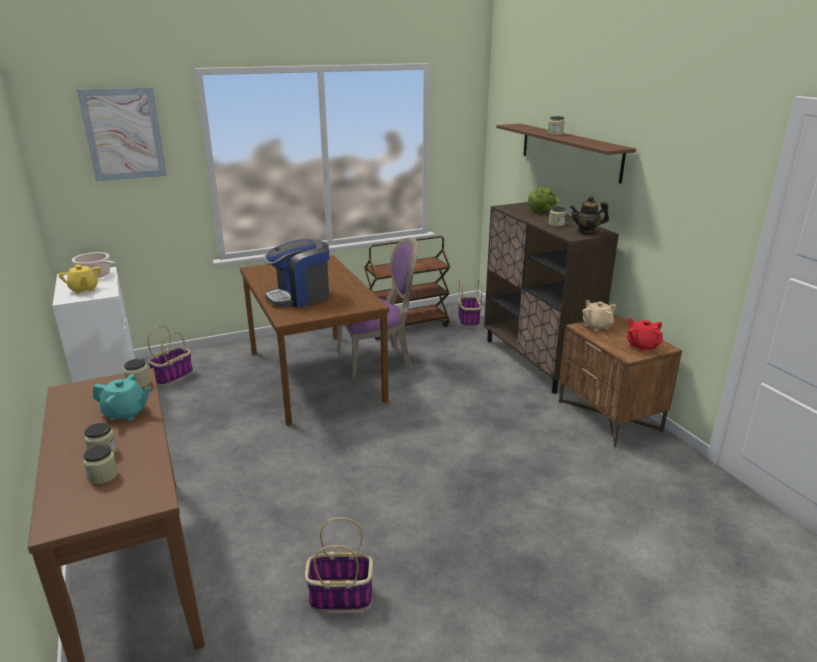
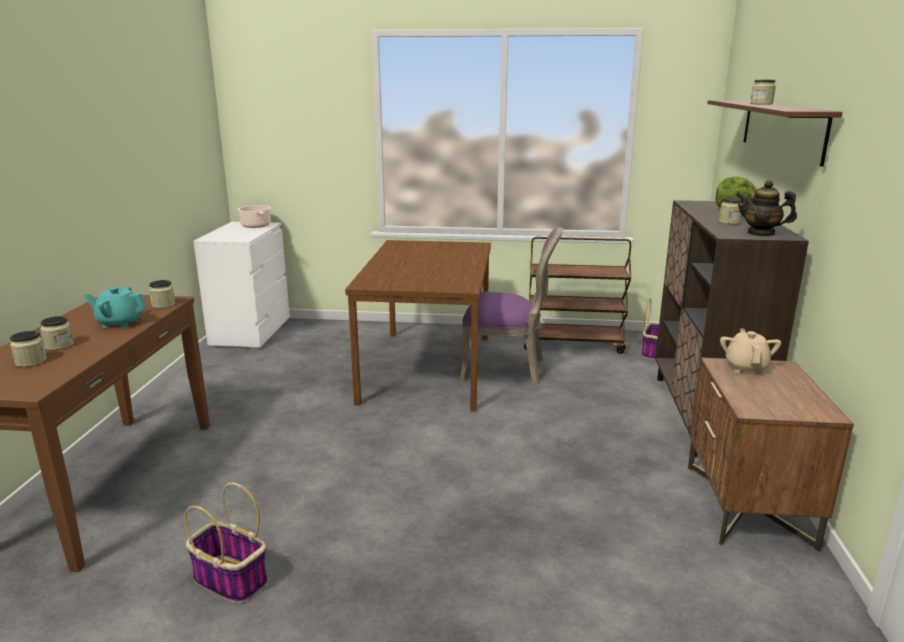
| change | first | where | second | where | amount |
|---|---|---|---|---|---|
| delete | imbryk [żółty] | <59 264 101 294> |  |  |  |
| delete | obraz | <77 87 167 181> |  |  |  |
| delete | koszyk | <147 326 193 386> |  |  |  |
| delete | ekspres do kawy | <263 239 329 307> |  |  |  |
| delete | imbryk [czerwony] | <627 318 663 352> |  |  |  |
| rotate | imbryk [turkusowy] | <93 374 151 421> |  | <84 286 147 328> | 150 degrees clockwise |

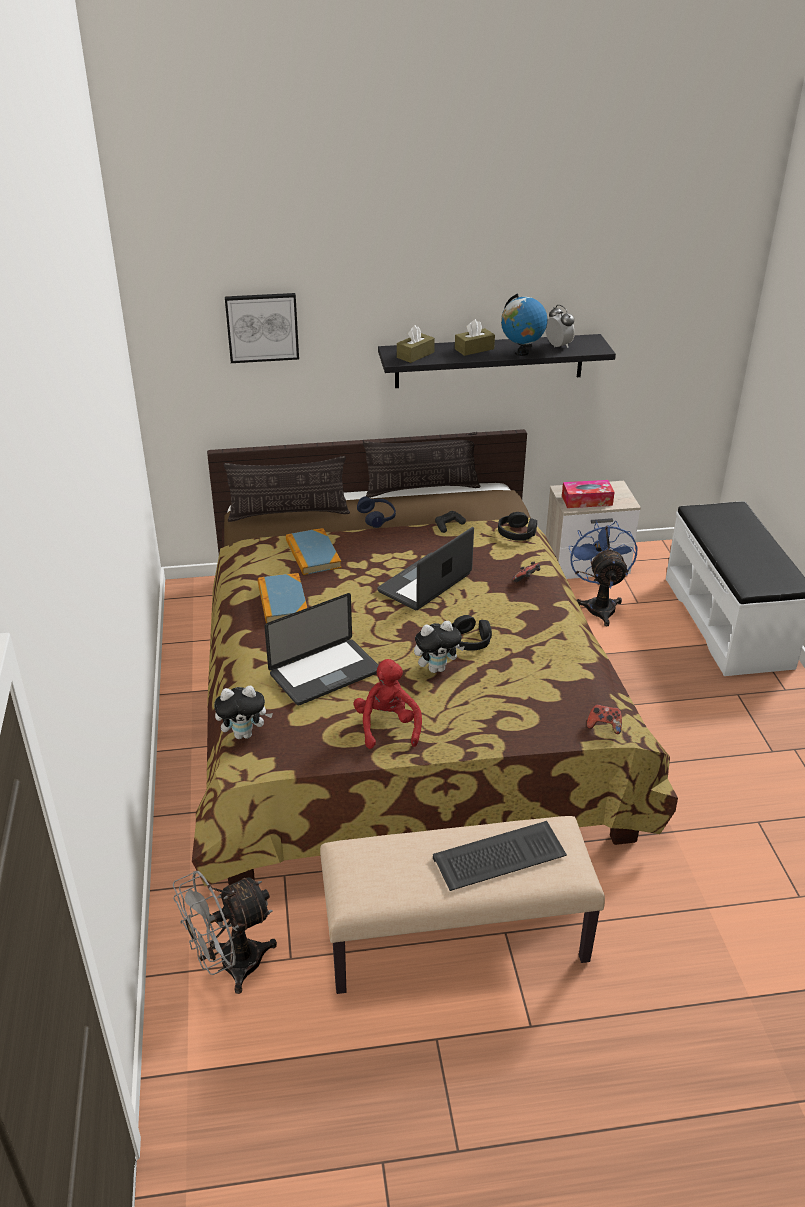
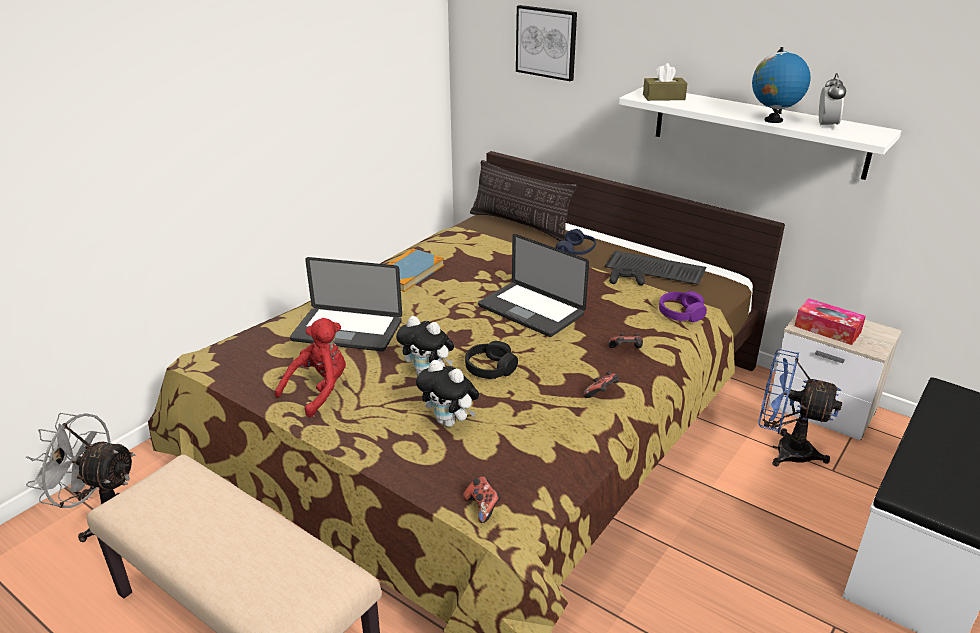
| change | first | where | second | where | amount |
|---|---|---|---|---|---|
| delete | książka | <286 528 342 575> |  |  |  |
| delete | poduszka | <363 432 480 498> |  |  |  |
| delete | pudełko chusteczek [brązowy] | <455 319 495 356> |  |  |  |
| insert |  |  | pad do gier | <583 371 619 398> |  |
| move | pluszak | <214 686 273 739> |  | <416 360 479 427> |  |
| move | klawiatura | <433 821 567 891> |  | <605 251 706 285> |  |
| recolor | półka [czarny] | <378 334 616 388> | półka [biały] | <619 87 901 180> |  |
| recolor | słuchawki [czarny] | <498 512 537 541> | słuchawki [fioletowy] | <659 291 707 322> |  |
| rotate | laptop | <377 527 474 610> |  | <478 234 589 337> | 135 degrees counterclockwise |
| rotate | wentylator [niebieski] | <569 521 637 626> |  | <758 349 842 466> | 105 degrees counterclockwise |

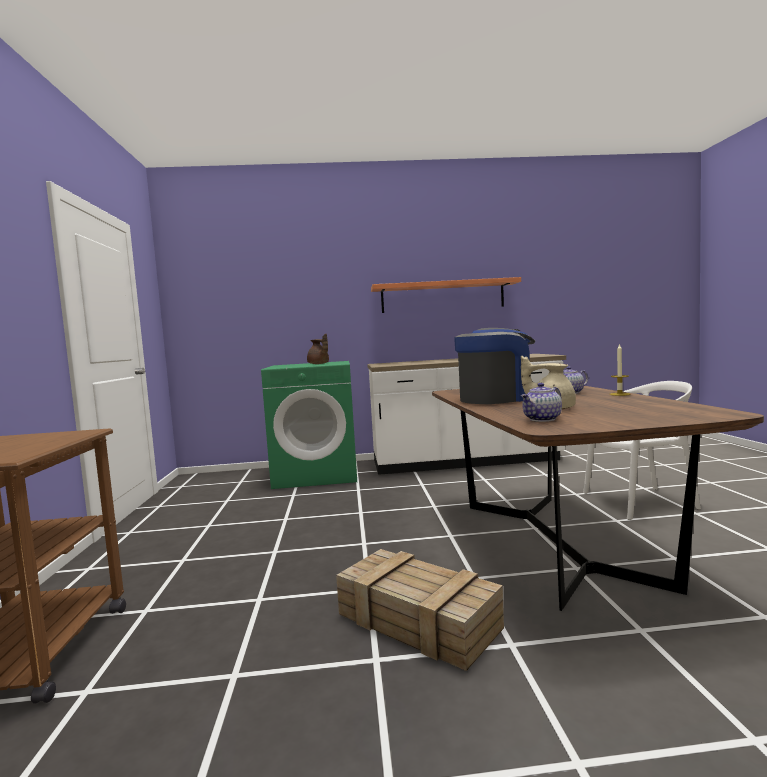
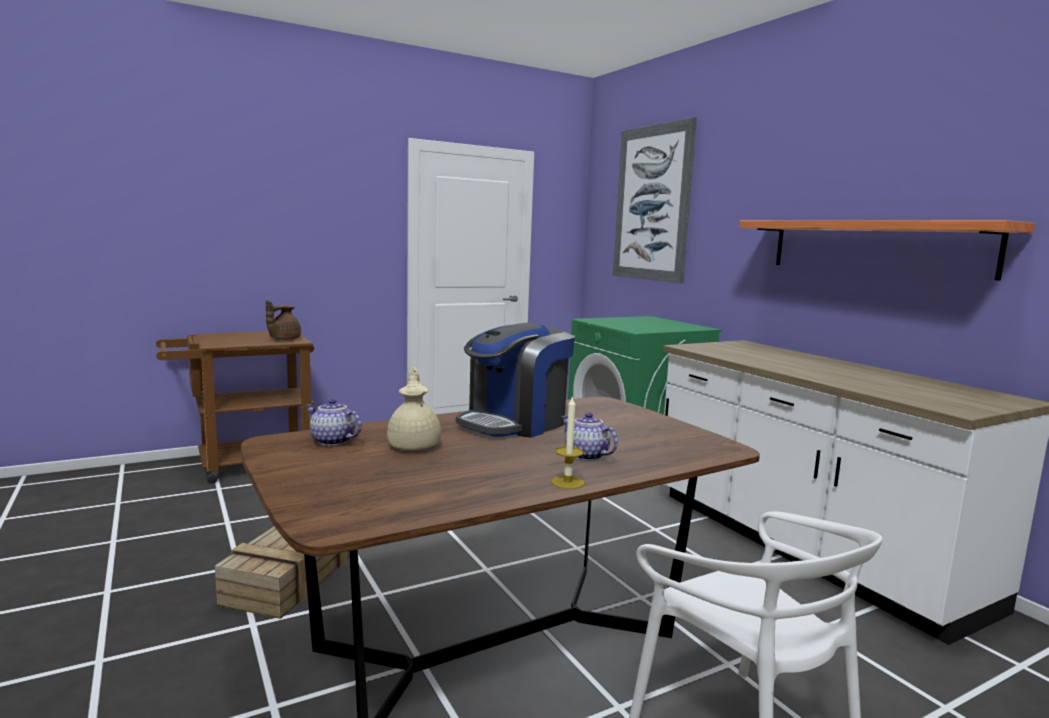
| change | first | where | second | where | amount |
|---|---|---|---|---|---|
| insert |  |  | obraz | <613 117 697 284> |  |
| move | imbryk [brązowy] | <307 334 329 364> |  | <266 300 301 340> |  |
| rotate | ekspres do kawy | <454 328 535 404> |  | <456 323 575 438> | 90 degrees clockwise |

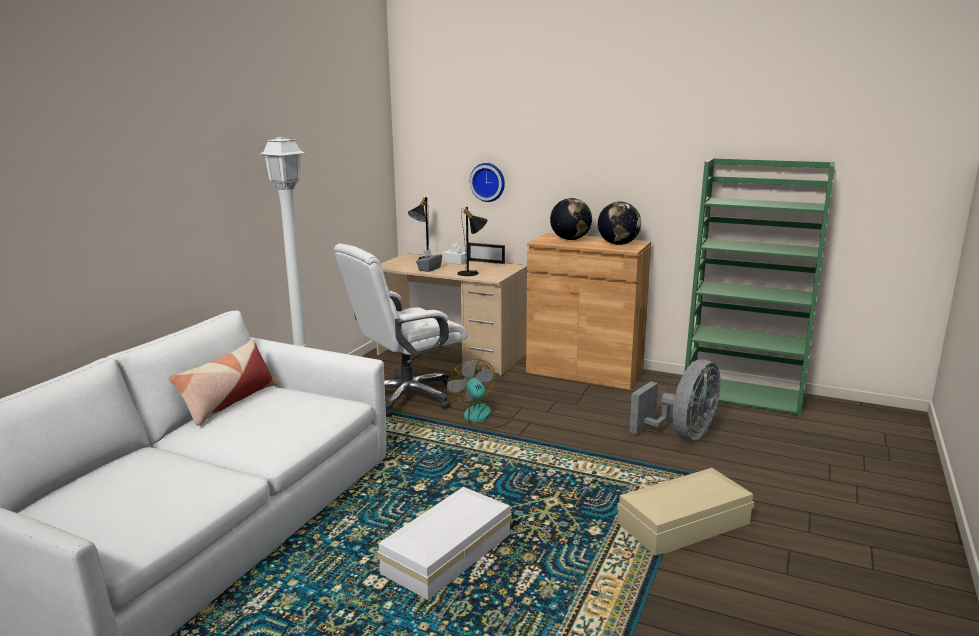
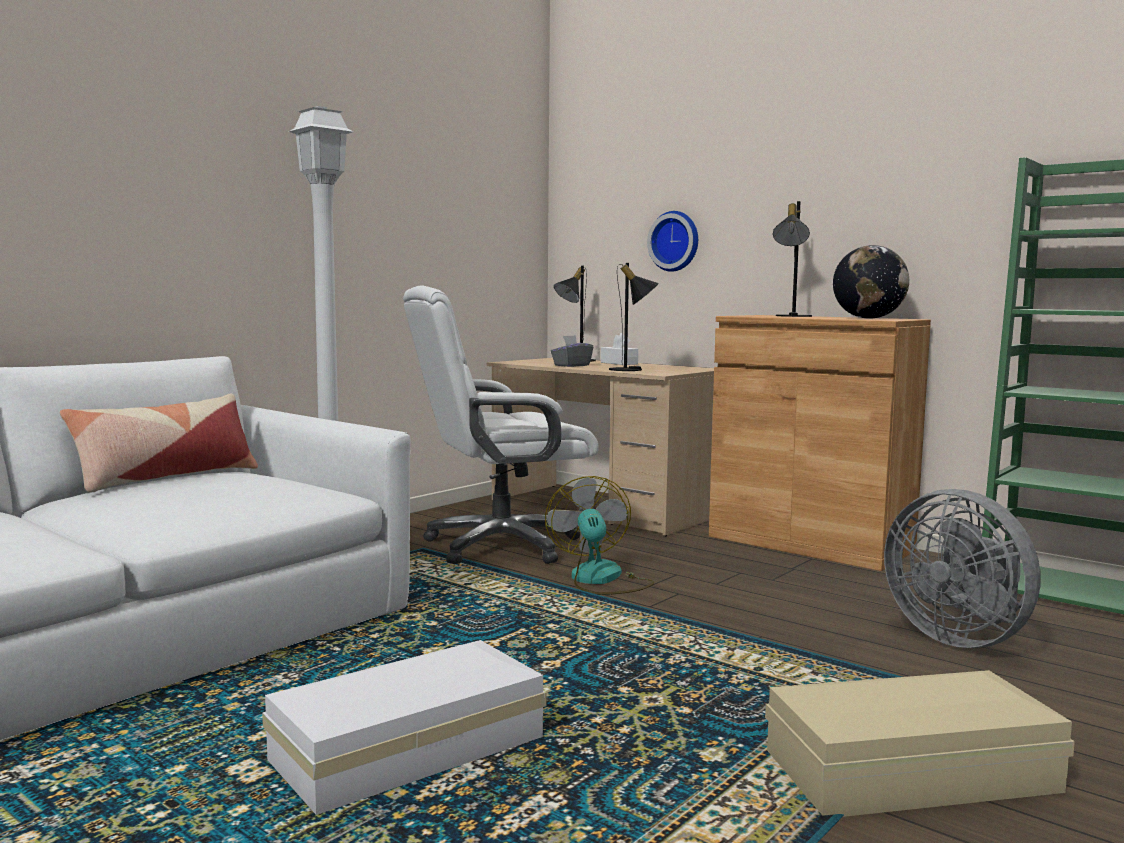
| change | first | where | second | where | amount |
|---|---|---|---|---|---|
| delete | ramka na zdjęcie | <468 242 505 264> |  |  |  |
| replace | globus | <550 198 592 240> | lampa stołowa [czarny] | <773 201 812 317> |  |
| rotate | wentylator [szary] | <629 359 720 440> |  | <884 489 1041 648> | 90 degrees clockwise |

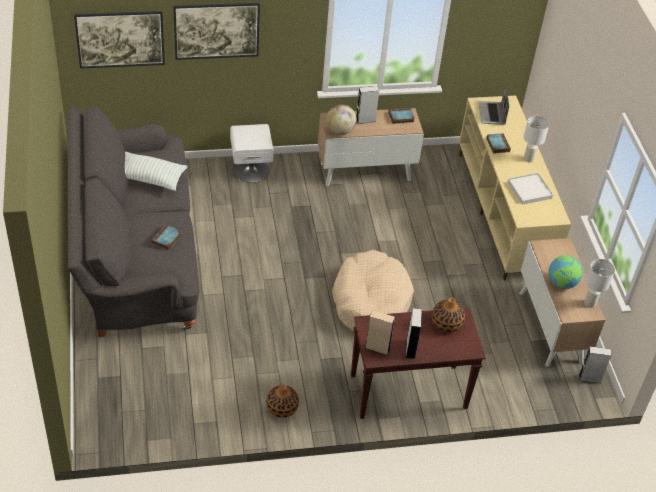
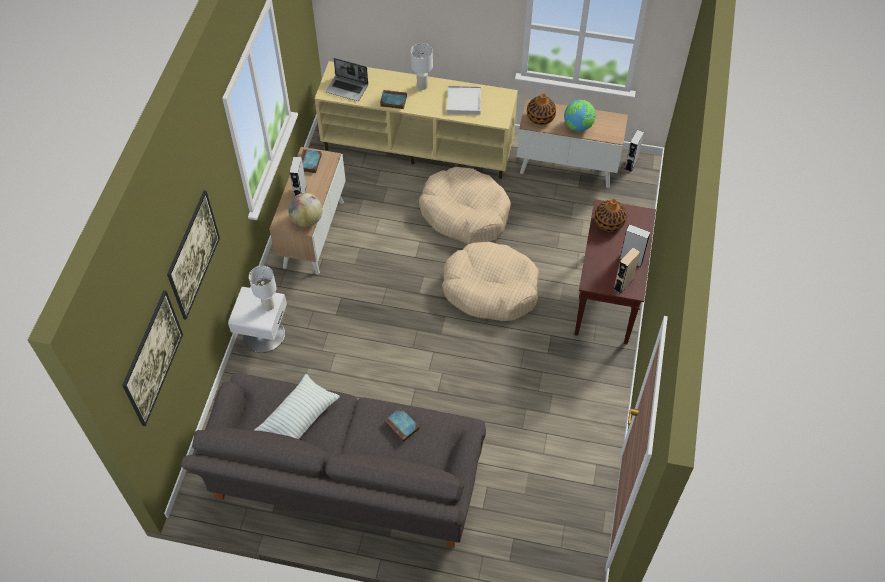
| change | first | where | second | where | amount |
|---|---|---|---|---|---|
| insert |  |  | legowisko [beżowy] | <419 167 511 244> |  |
| move | wazon | <266 384 299 418> |  | <527 93 556 125> |  |
| move | lampa stołowa [biały] | <584 259 615 308> |  | <249 266 276 311> |  |

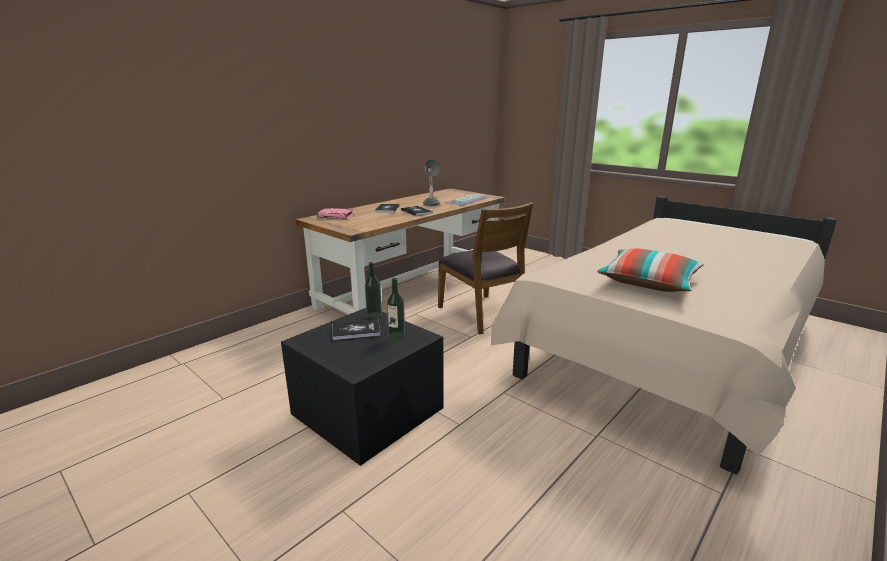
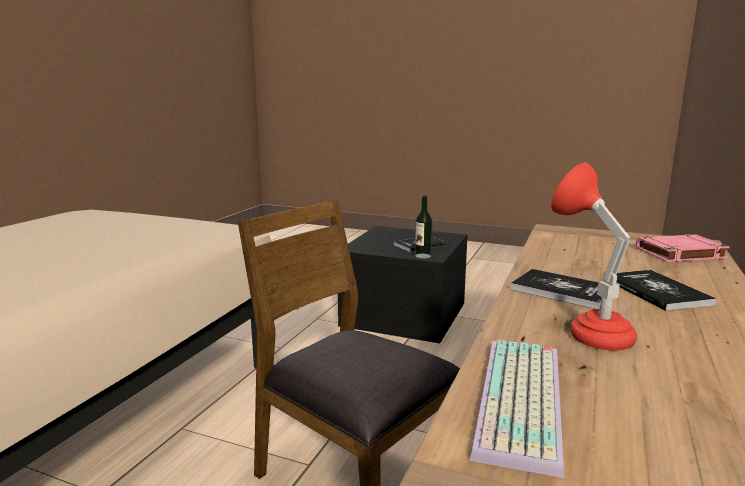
| change | first | where | second | where | amount |
|---|---|---|---|---|---|
| delete | butelka | <387 278 405 340> |  |  |  |
| delete | poduszka | <597 248 704 292> |  |  |  |
| recolor | lampa stołowa [szary] | <423 159 440 206> | lampa stołowa [czerwony] | <551 163 637 351> |  |

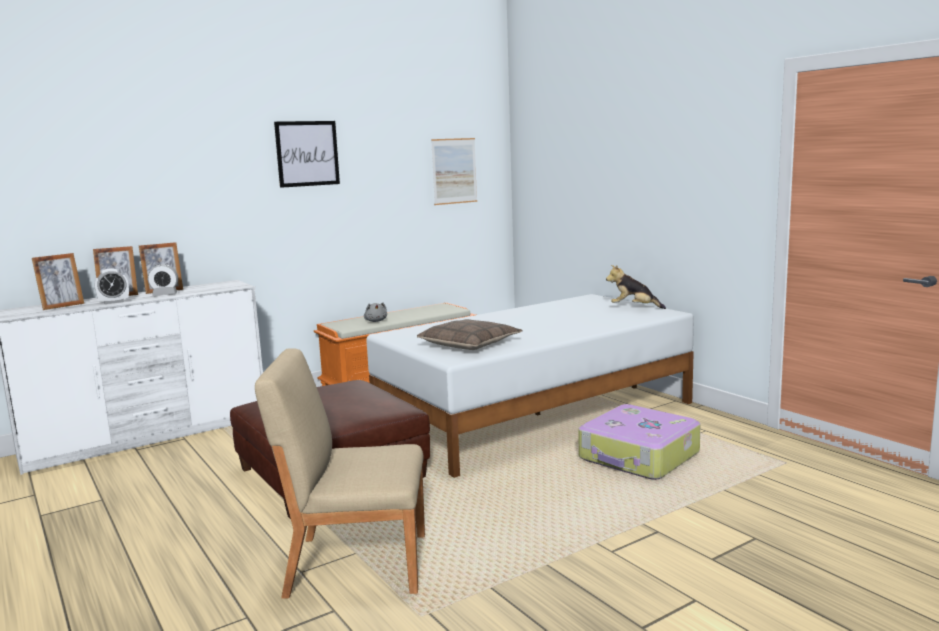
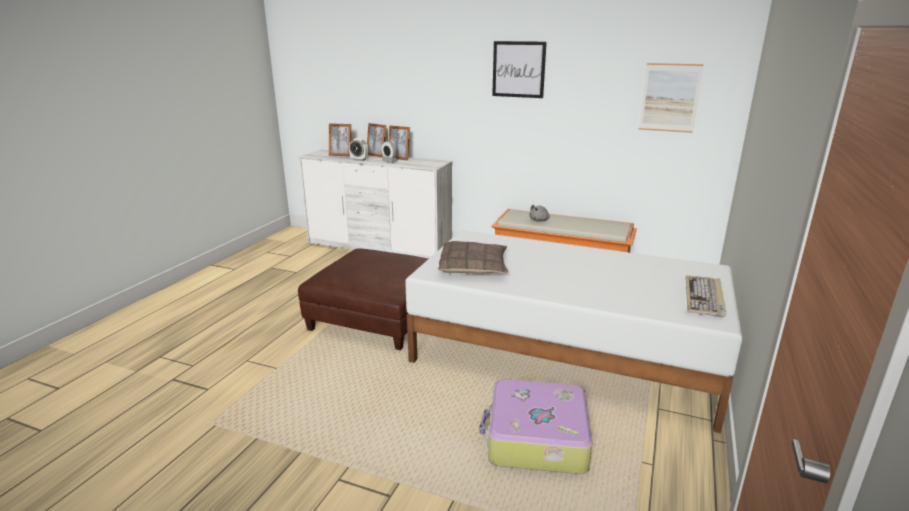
| change | first | where | second | where | amount |
|---|---|---|---|---|---|
| delete | krzesło [beżowy] | <255 349 425 599> |  |  |  |
| replace | pluszak | <606 265 666 309> | klawiatura | <686 276 726 317> |  |

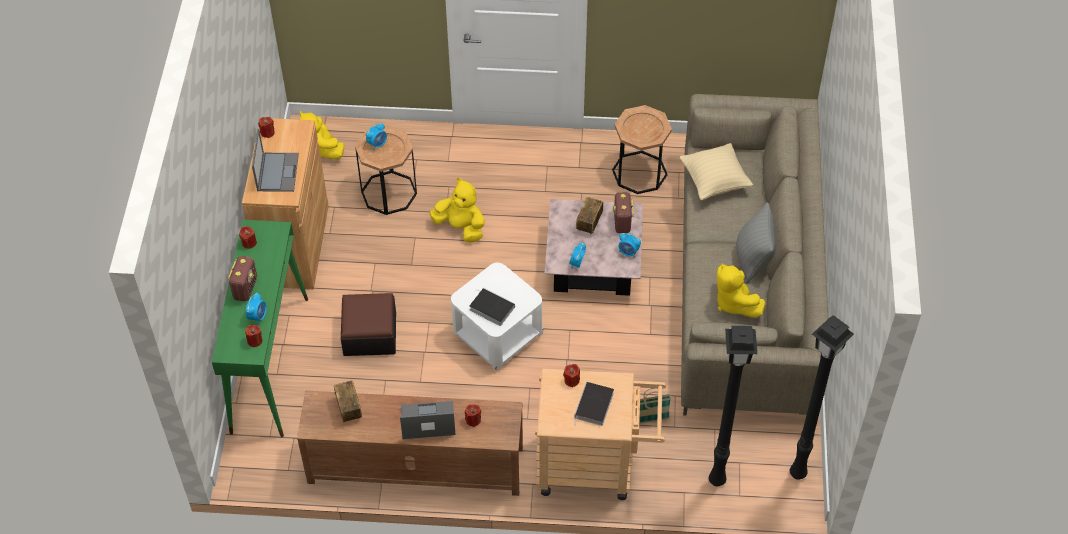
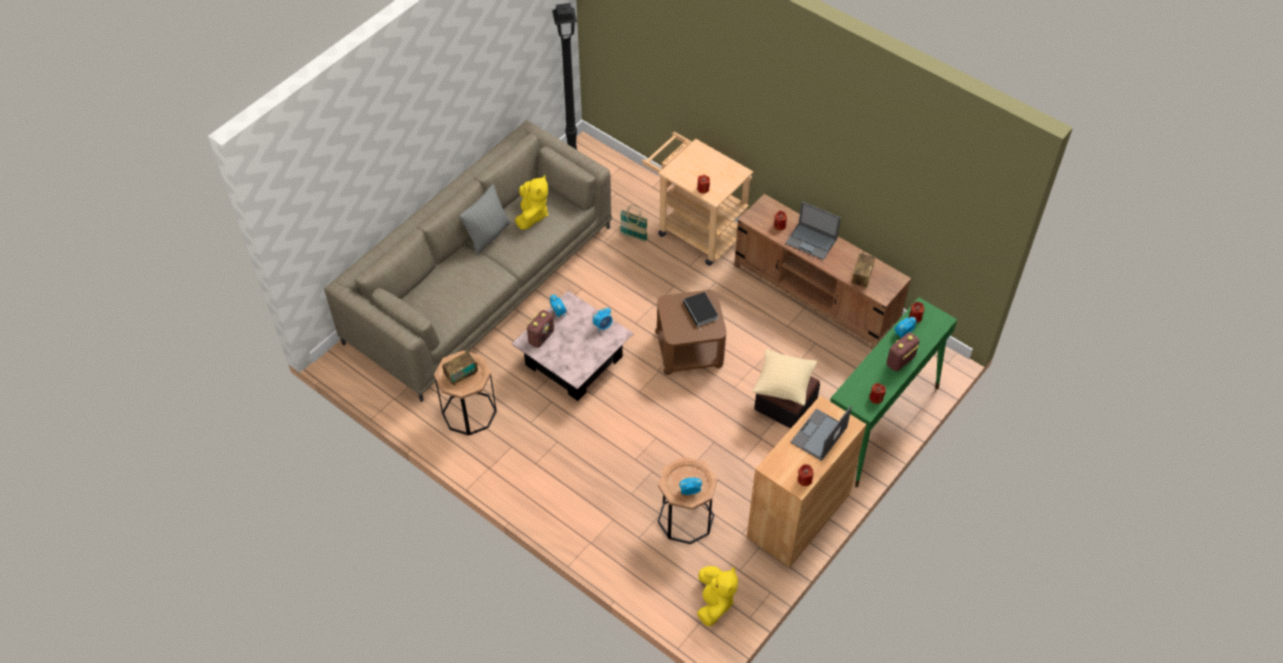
| change | first | where | second | where | amount |
|---|---|---|---|---|---|
| delete | pluszak [żółty] | <429 178 485 243> |  |  |  |
| delete | książka | <574 382 614 426> |  |  |  |
| delete | lampa stojąca [czarny] | <708 326 757 486> |  |  |  |
| move | radio | <576 197 603 234> |  | <442 344 478 386> |  |
| move | poduszka [beżowy] | <679 143 753 200> |  | <753 349 817 406> |  |
| recolor | stolik [biały] | <451 263 544 370> | stolik [brązowy] | <655 290 726 375> |  |

